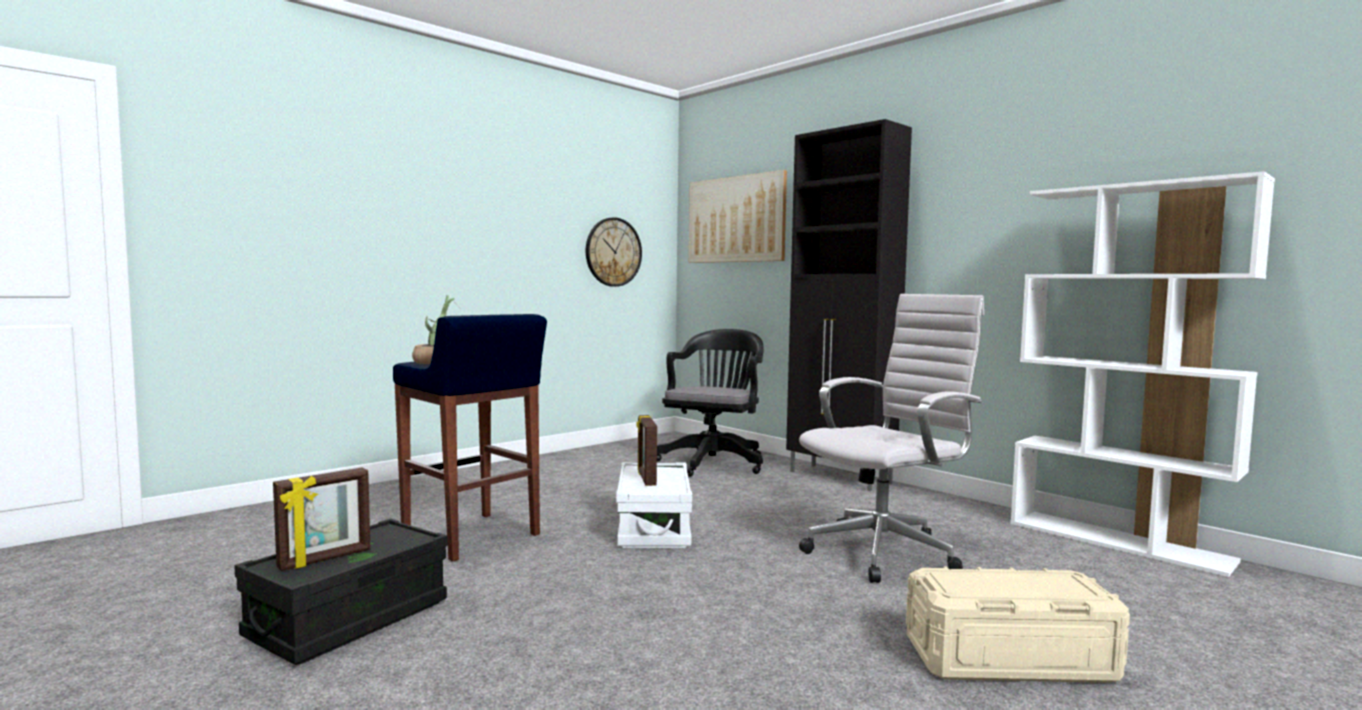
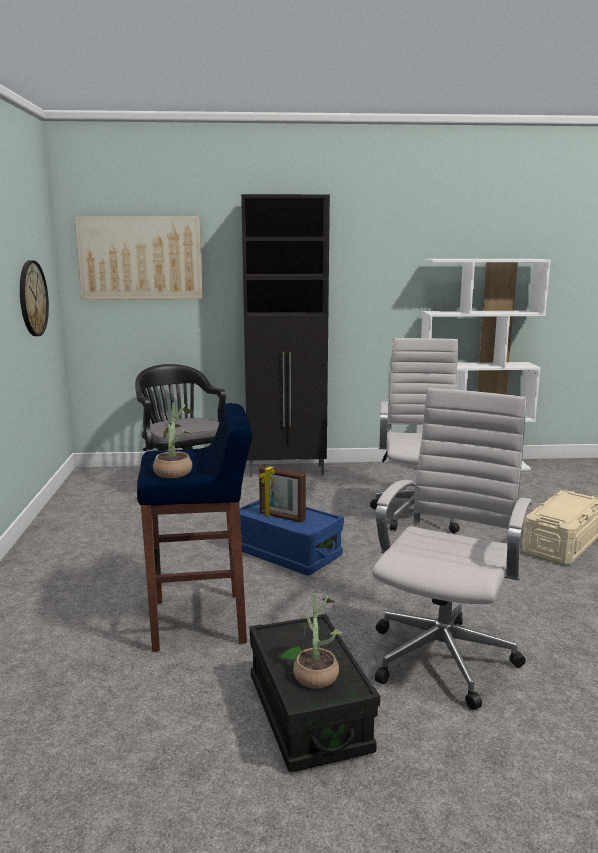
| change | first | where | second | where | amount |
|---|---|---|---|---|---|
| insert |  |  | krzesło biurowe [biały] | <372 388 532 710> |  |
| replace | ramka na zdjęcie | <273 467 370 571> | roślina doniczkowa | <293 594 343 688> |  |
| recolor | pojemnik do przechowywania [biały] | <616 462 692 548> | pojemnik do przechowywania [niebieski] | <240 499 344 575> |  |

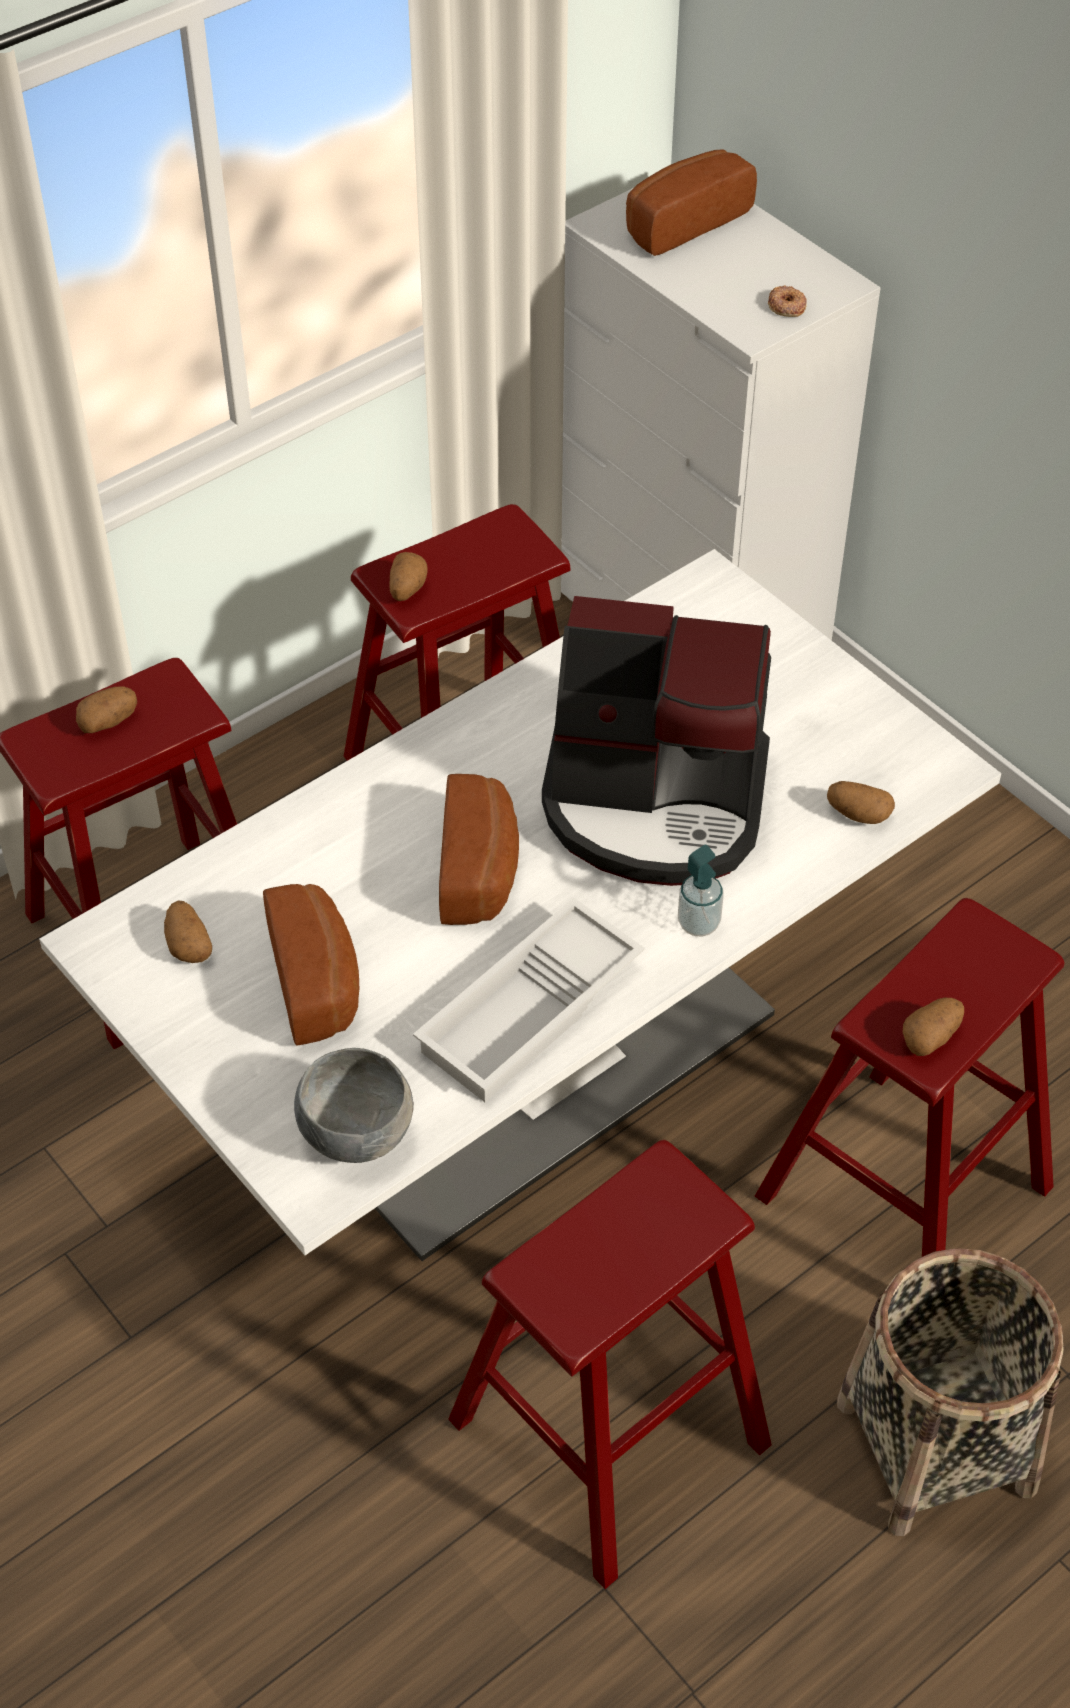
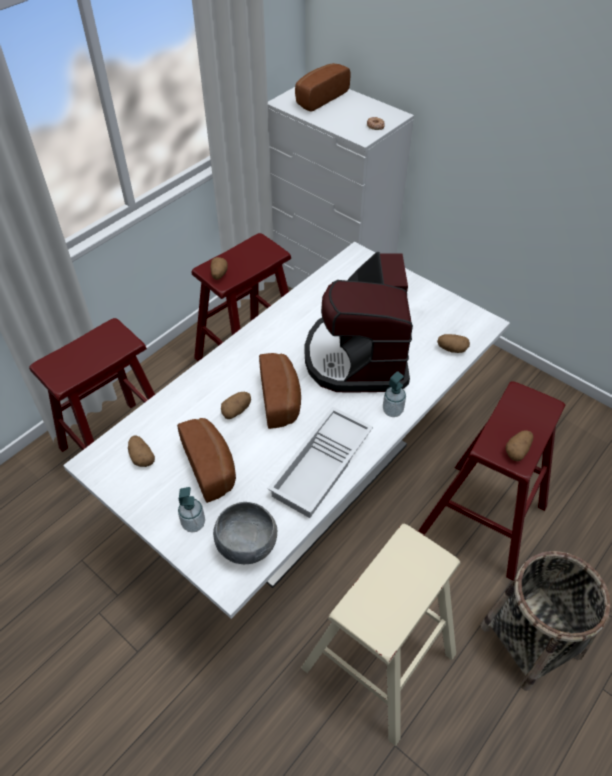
| change | first | where | second | where | amount |
|---|---|---|---|---|---|
| insert |  |  | dozownik mydła | <178 487 205 533> |  |
| move | ziemniak | <76 687 137 733> |  | <221 392 251 419> |  |
| recolor | stołek [czerwony] | <448 1140 772 1589> | stołek [beżowy] | <301 524 460 746> |  |
| rotate | ekspres do kawy | <542 596 771 886> |  | <304 252 413 393> | 90 degrees clockwise |

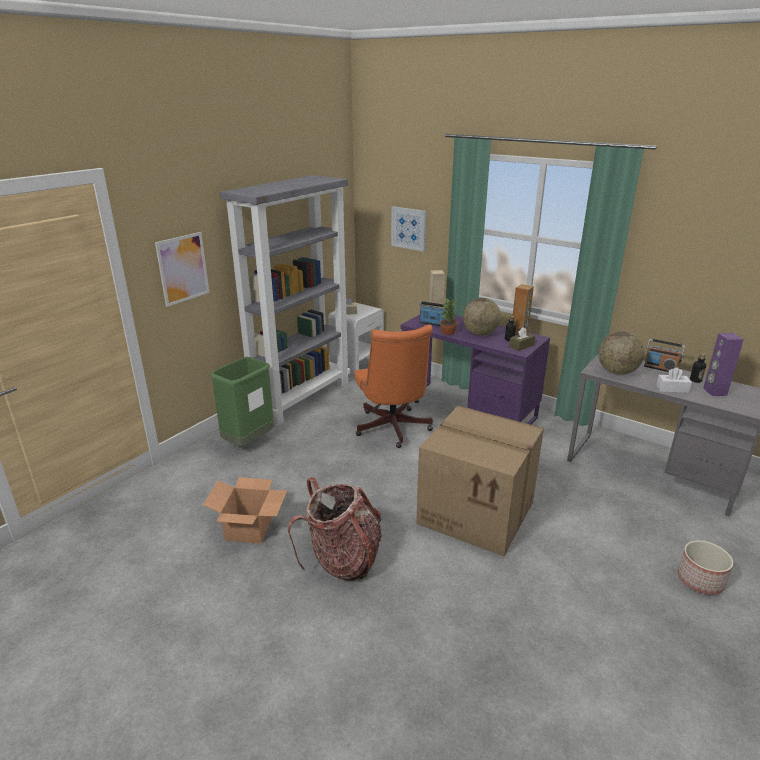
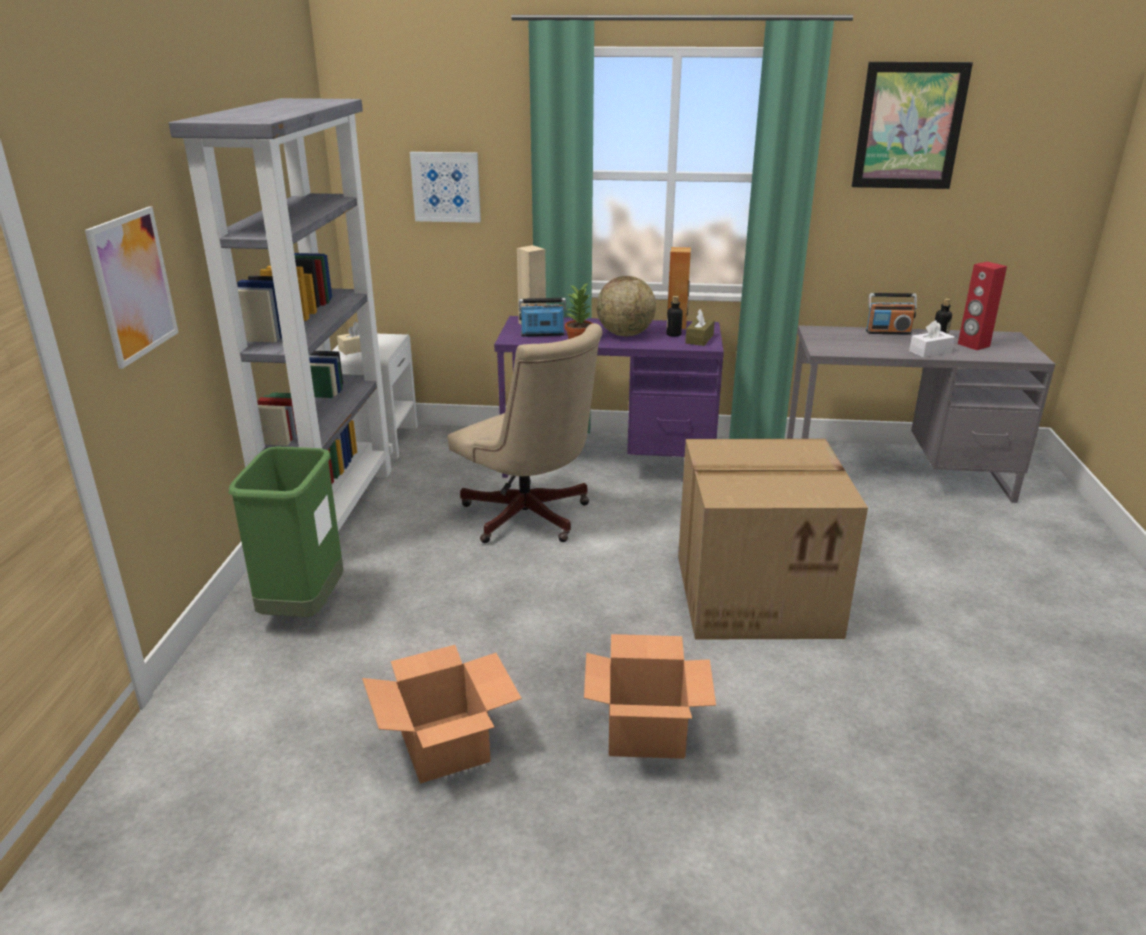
| change | first | where | second | where | amount |
|---|---|---|---|---|---|
| delete | globus | <598 331 645 375> |  |  |  |
| delete | donica | <678 540 733 595> |  |  |  |
| insert |  |  | obraz | <852 62 973 189> |  |
| replace | plecak | <288 477 382 581> | karton | <584 634 716 759> |  |
| recolor | krzesło biurowe [pomarańczowy] | <355 325 433 448> | krzesło biurowe [beżowy] | <448 323 603 543> |  |
| recolor | głośnik [fioletowy] | <703 333 744 396> | głośnik [czerwony] | <958 262 1007 350> |  |

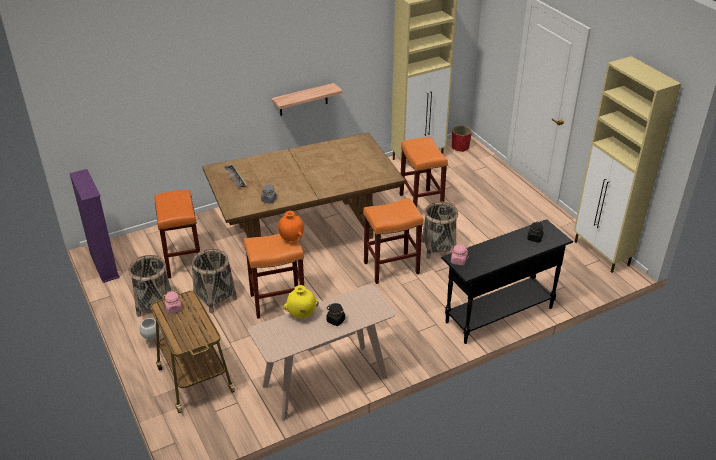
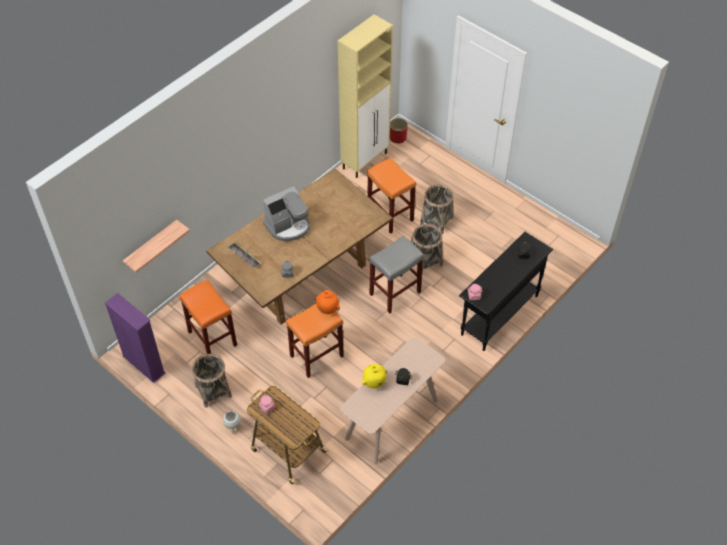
| change | first | where | second | where | amount |
|---|---|---|---|---|---|
| delete | szafka [beżowy] | <574 56 681 273> |  |  |  |
| insert |  |  | ekspres do kawy | <263 186 310 241> |  |
| move | koszyk | <192 249 237 313> |  | <420 184 453 234> |  |
| move | półka | <272 83 343 116> |  | <123 219 190 273> |  |
| recolor | stołek [pomarańczowy] | <363 198 424 284> | stołek [szary] | <369 236 424 314> |  |

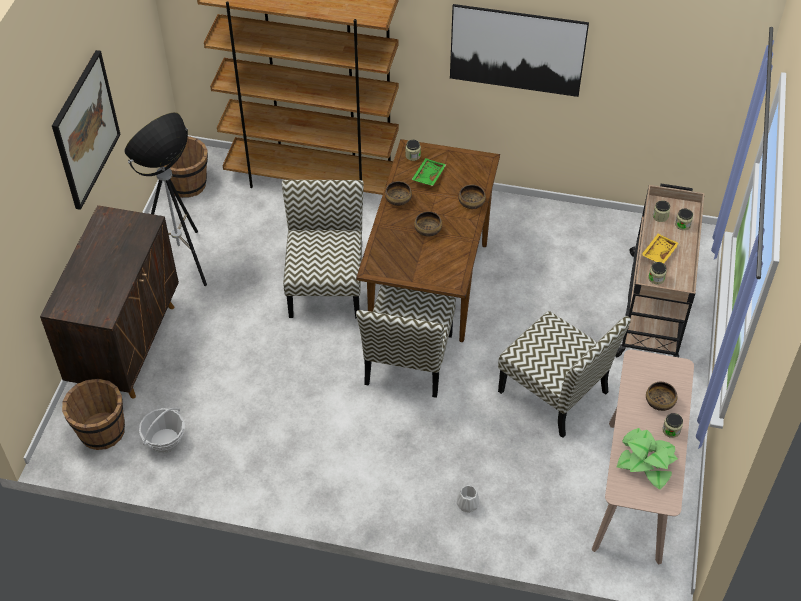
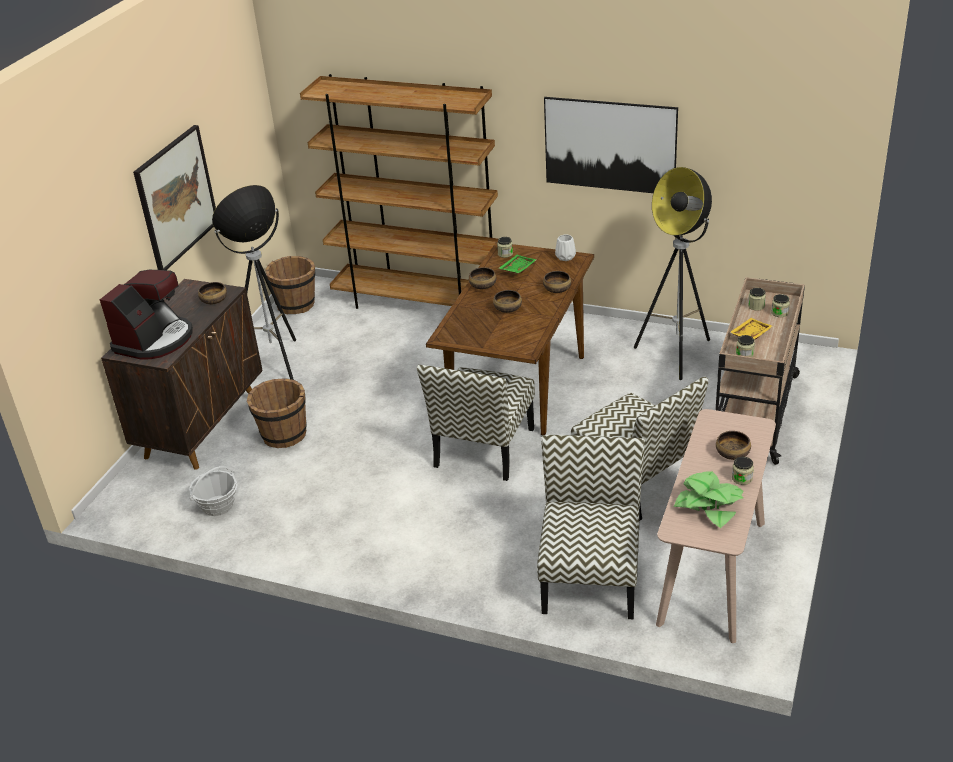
| change | first | where | second | where | amount |
|---|---|---|---|---|---|
| insert |  |  | ekspres do kawy | <100 270 193 360> |  |
| insert |  |  | miska | <198 282 227 304> |  |
| insert |  |  | lampa stojąca | <634 167 712 380> |  |
| move | wiadro [brązowy] | <62 379 125 450> |  | <247 378 307 448> |  |
| move | krzesło | <282 180 364 318> |  | <537 435 645 620> |  |
| move | wazon [biały] | <457 485 479 513> |  | <555 234 576 261> |  |

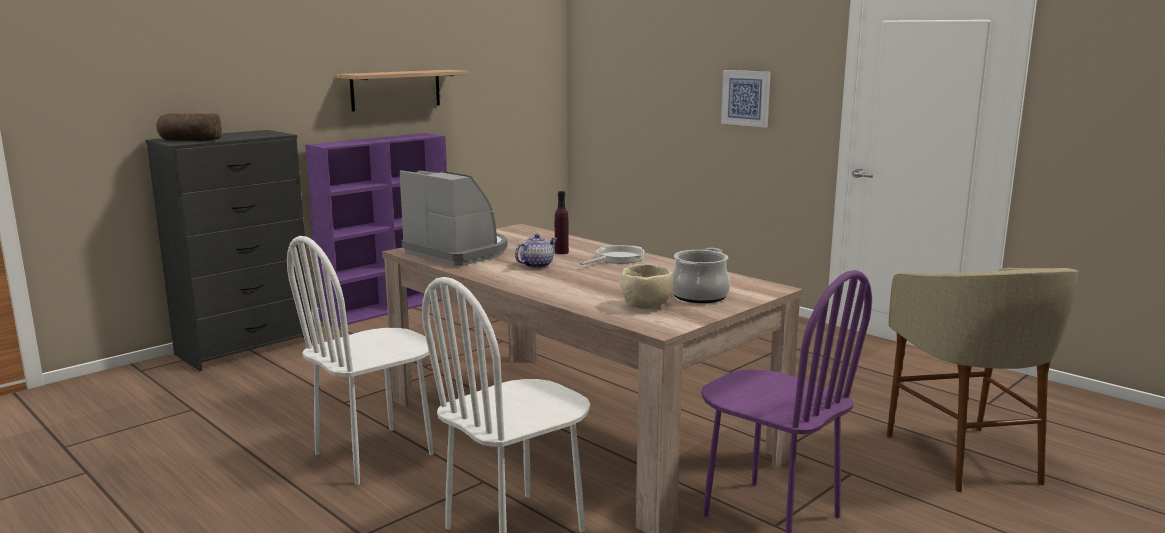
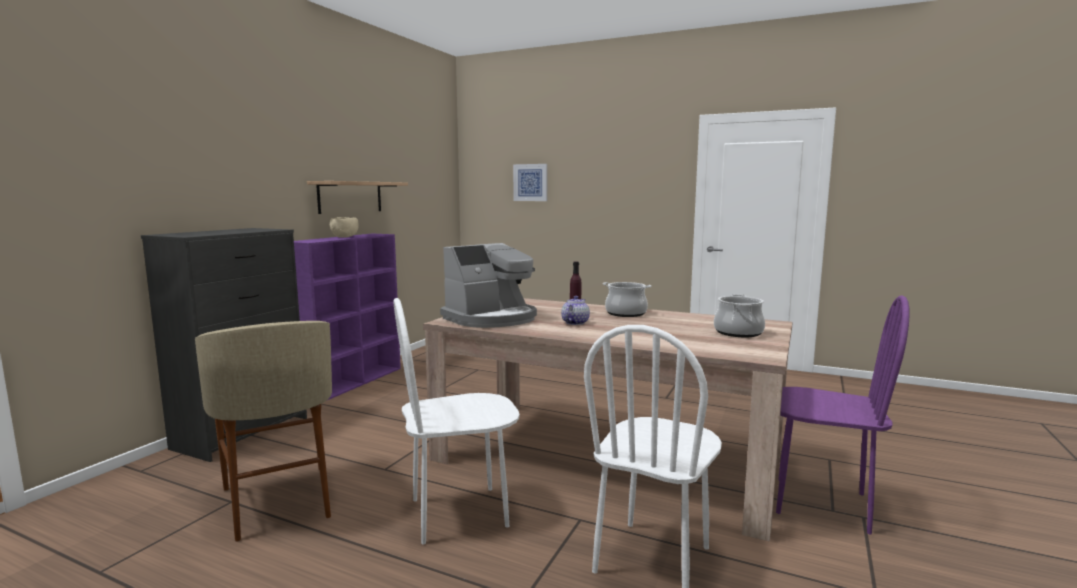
| change | first | where | second | where | amount |
|---|---|---|---|---|---|
| delete | chleb | <156 113 222 141> |  |  |  |
| move | miska [beżowy] | <620 264 673 309> |  | <330 217 358 238> |  |
| move | obraz | <721 70 771 128> |  | <513 164 547 201> |  |
| move | stołek [beżowy] | <887 268 1079 492> |  | <195 321 332 542> |  |
| replace | patelnia | <580 245 645 265> | garnek | <603 282 651 317> |  |
| rotate | krzesło [biały] | <287 236 435 485> |  | <394 298 520 545> | 45 degrees clockwise |
| rotate | ekspres do kawy | <400 170 507 266> |  | <440 243 537 328> | 120 degrees clockwise |

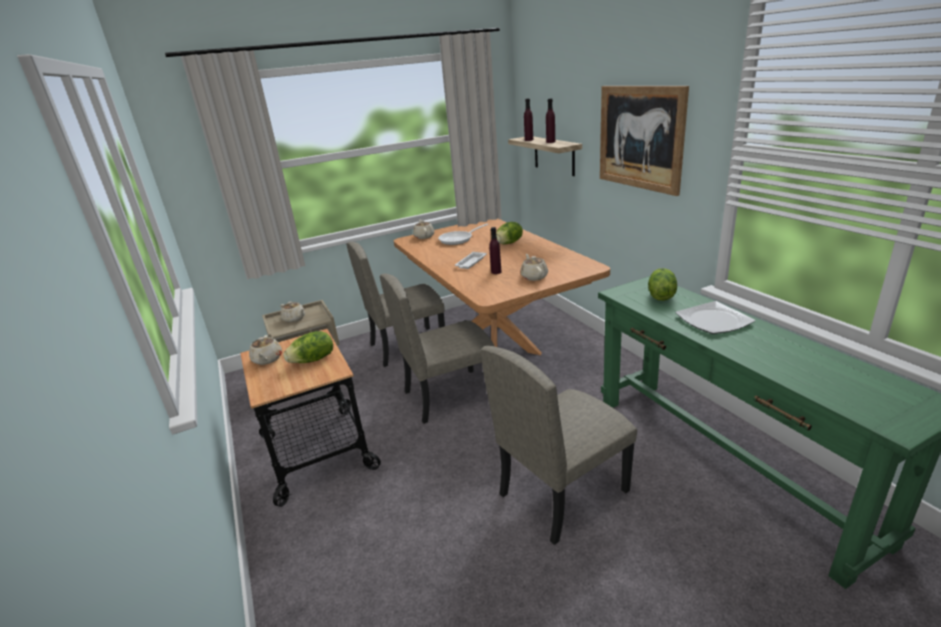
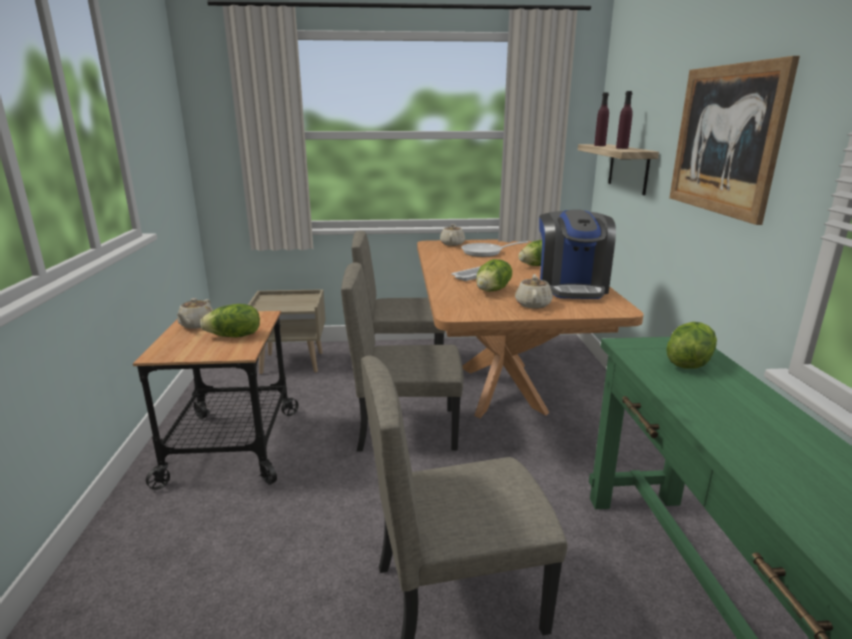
| change | first | where | second | where | amount |
|---|---|---|---|---|---|
| delete | imbryk [beżowy] | <280 301 305 323> |  |  |  |
| delete | talerz | <675 301 755 334> |  |  |  |
| insert |  |  | ekspres do kawy | <539 209 616 299> |  |
| replace | butelka [fioletowy] | <489 227 502 274> | sałata | <476 259 512 292> |  |

